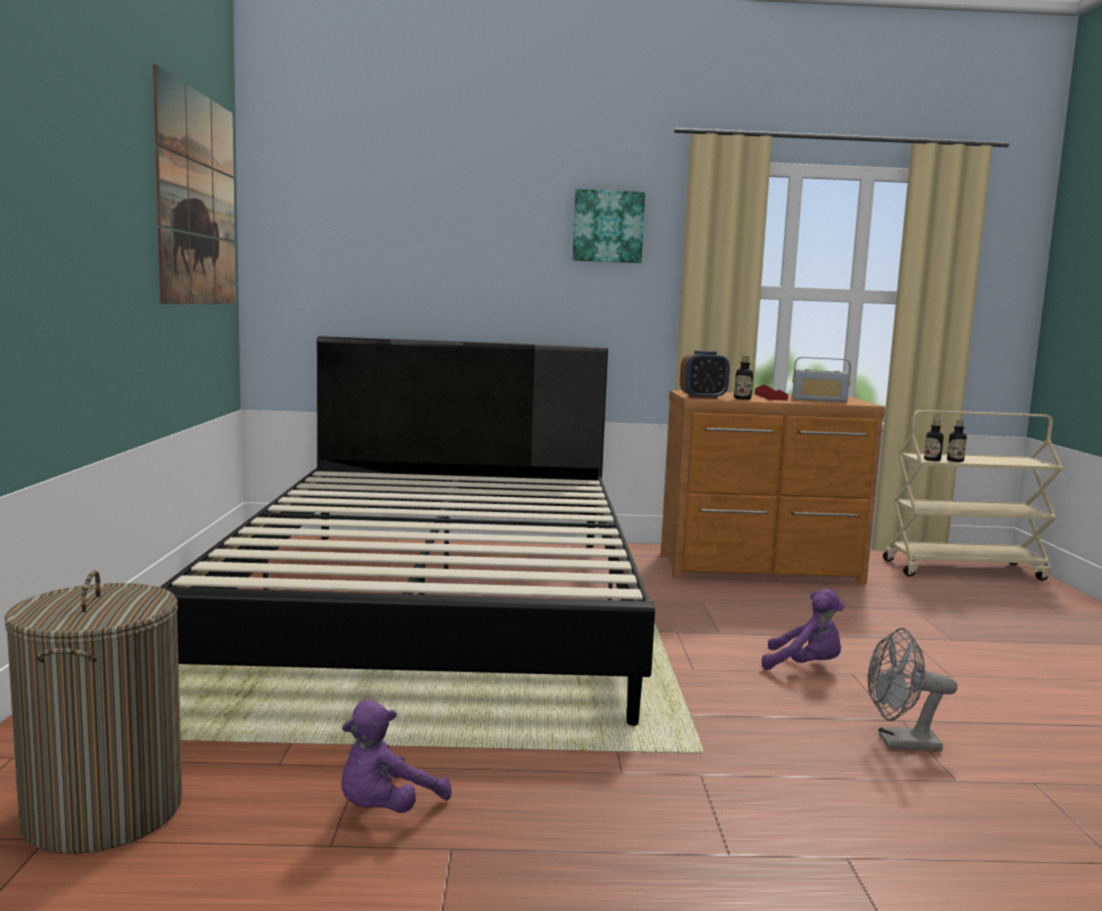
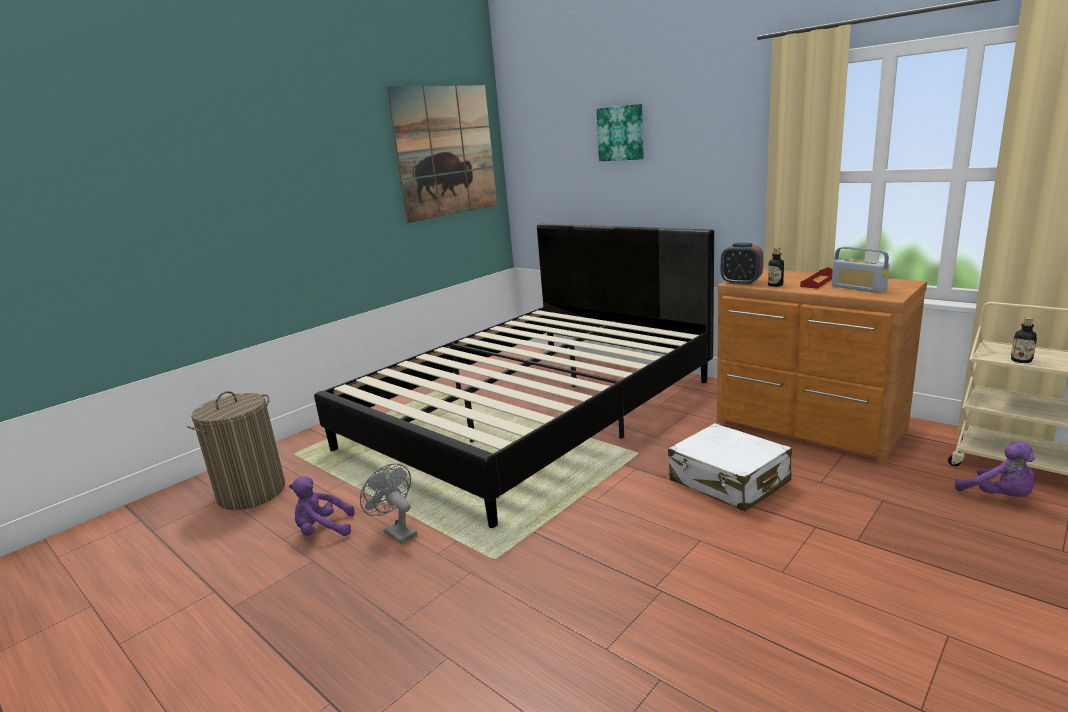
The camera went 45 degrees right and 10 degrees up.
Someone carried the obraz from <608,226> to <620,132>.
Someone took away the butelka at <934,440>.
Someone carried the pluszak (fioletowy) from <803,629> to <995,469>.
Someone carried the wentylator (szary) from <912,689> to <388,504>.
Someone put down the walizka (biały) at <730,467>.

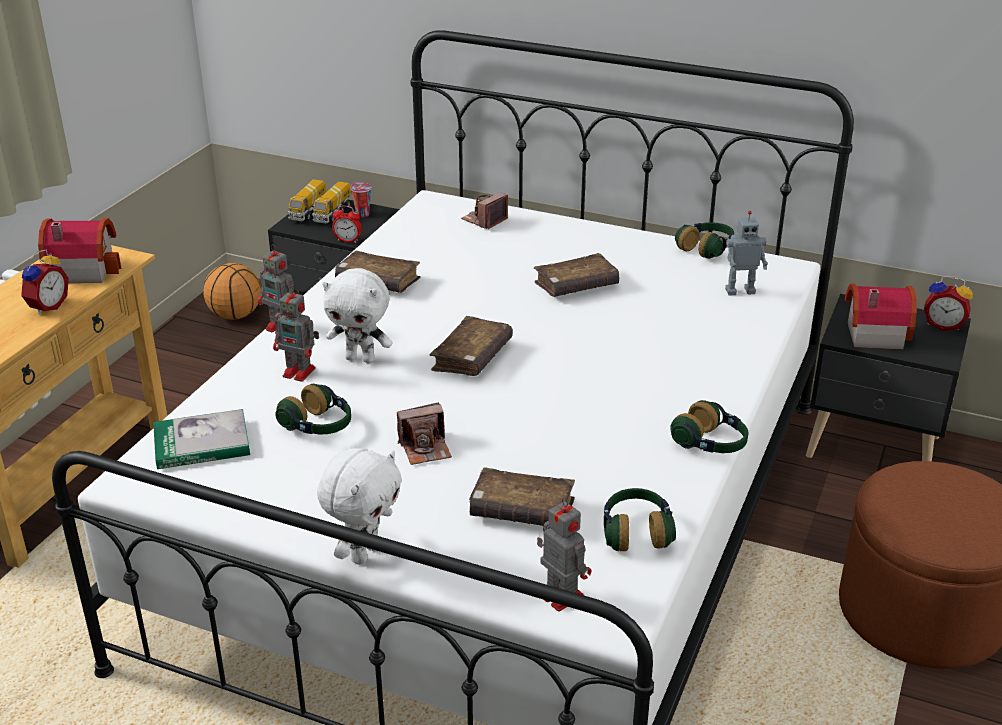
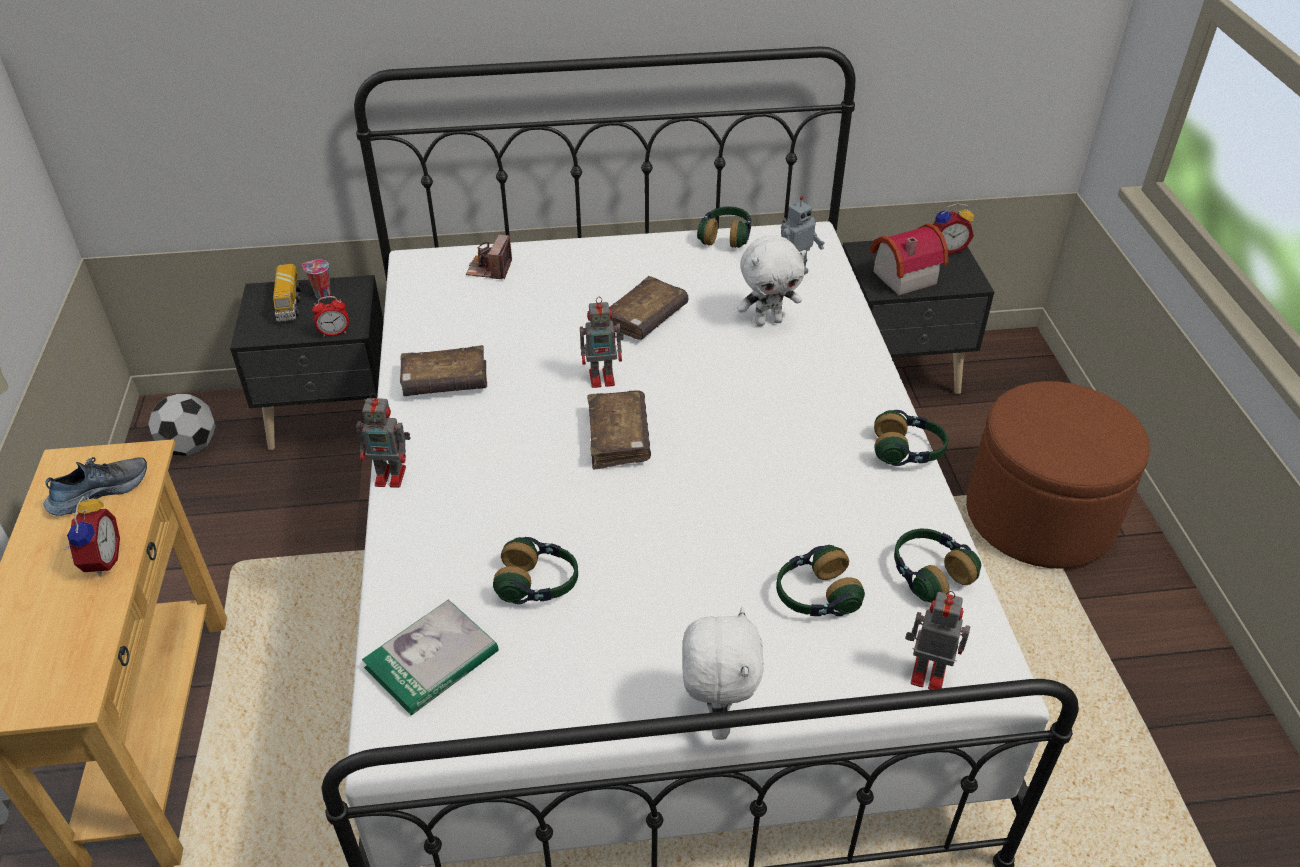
The camera went 30 degrees left and 10 degrees up.
Someone took away the ciężarówka zabawkowa at <307,200>.
Someone swapped the domek at <79,250> for the but at <95,486>.
Someone swapped the piłka do koszykówki at <232,291> for the piłka futbolowa at <182,425>.
Someone carried the pluszak (biały) from <357,315> to <771,280>.
Someone carried the robot zabawkowy from <296,334> to <602,342>.
Someone took away the aparat fotograficzny at <424,433>.
Someone swapped the książka (brązowy) at <522,496> for the słuchawki at <820,580>.

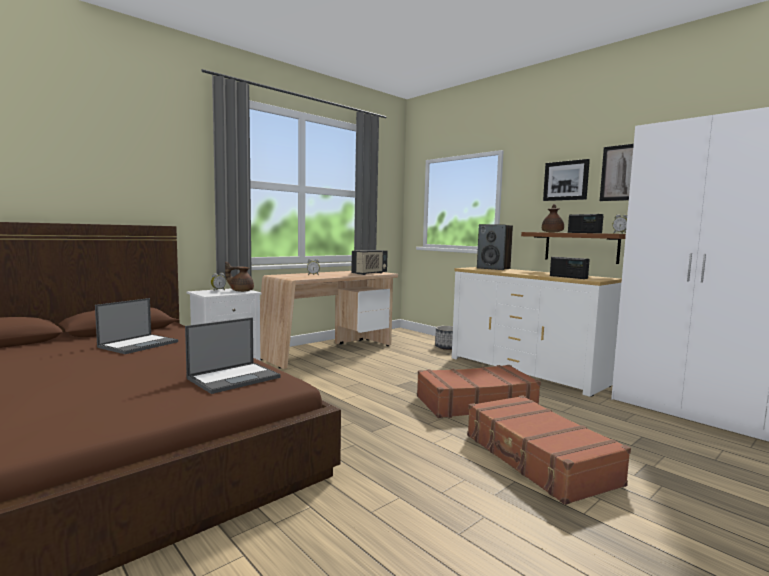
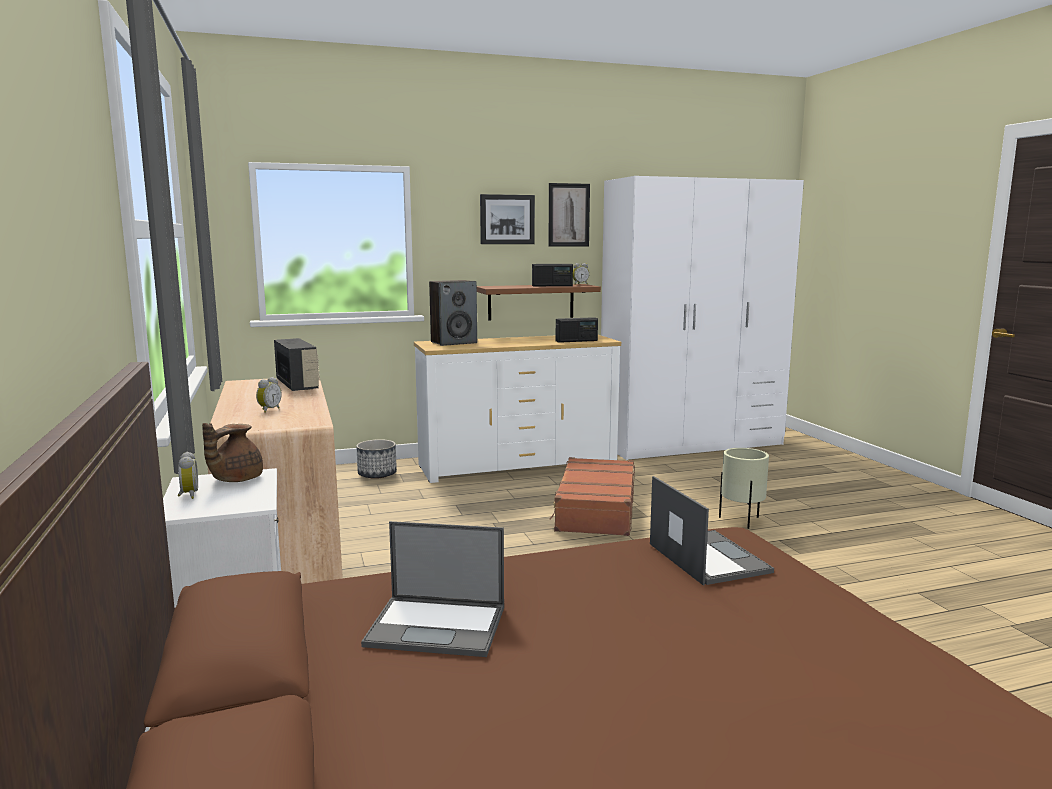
The camera went 65 degrees left and 5 degrees up.
Someone took away the imbryk (brązowy) at <553,218>.
Someone rotated the laptop at <136,326> by 135 degrees clockwise.
Someone swapped the walizka (brązowy) at <549,450> for the donica (beżowy) at <744,488>.

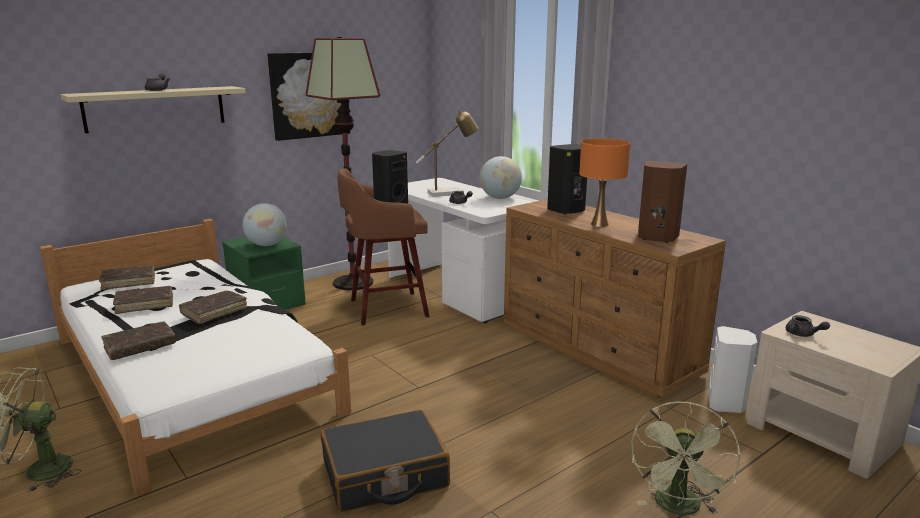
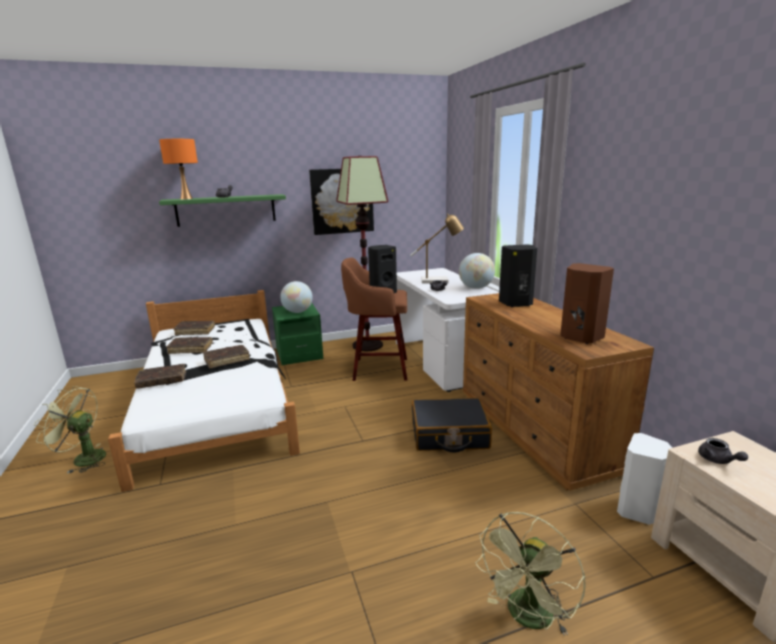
The camera went 20 degrees right and 0 degrees up.
Someone repainted the półka (beżowy) at <153,109>, which became the półka (zielony) at <222,210>.
Someone carried the lampa stołowa (pomarańczowy) from <604,182> to <178,169>.
Someone carried the walizka (czarny) from <385,461> to <452,425>.

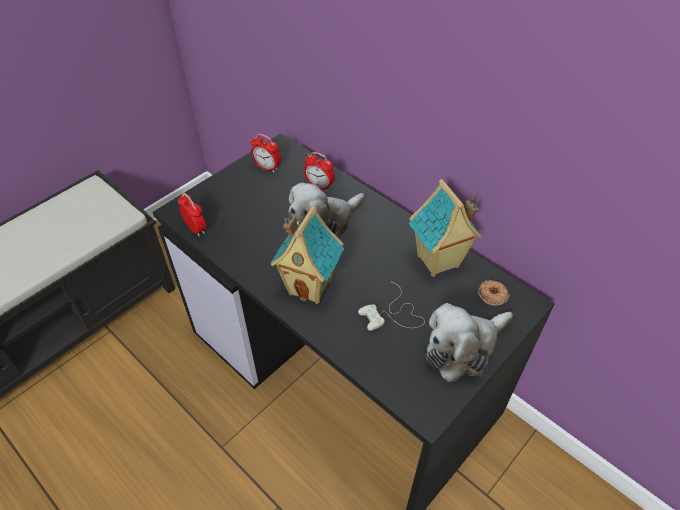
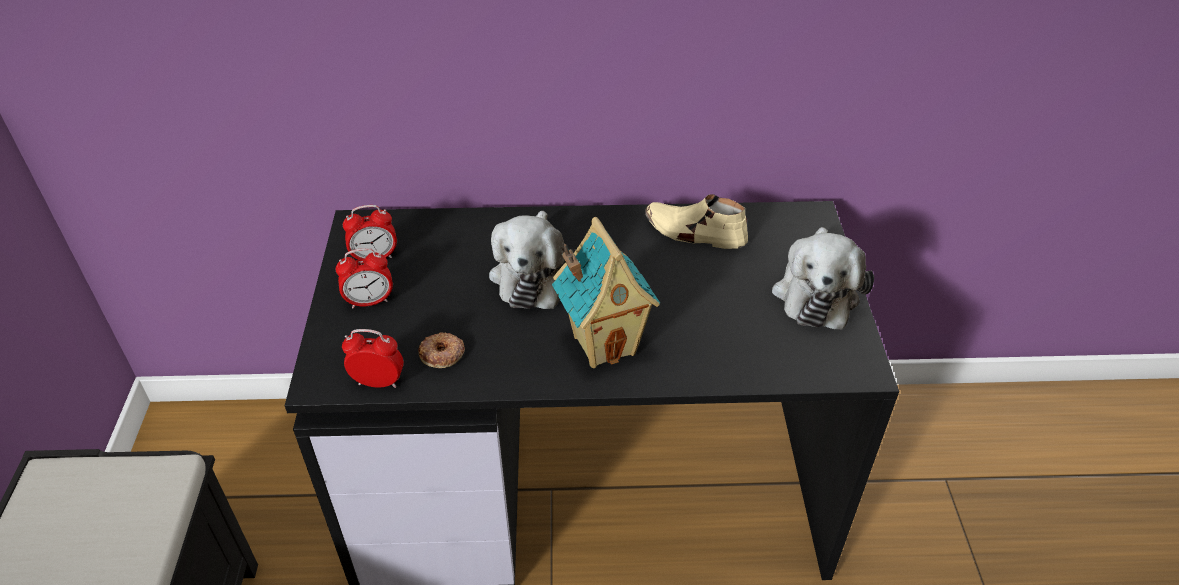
The camera went 45 degrees left and 5 degrees down.
Someone carried the budzik from <319,171> to <364,278>.
Someone swapped the domek at <445,228> for the but (beżowy) at <696,221>.
Someone carried the donut from <494,292> to <441,350>.
Someone took away the pad do gier (biały) at <391,306>.

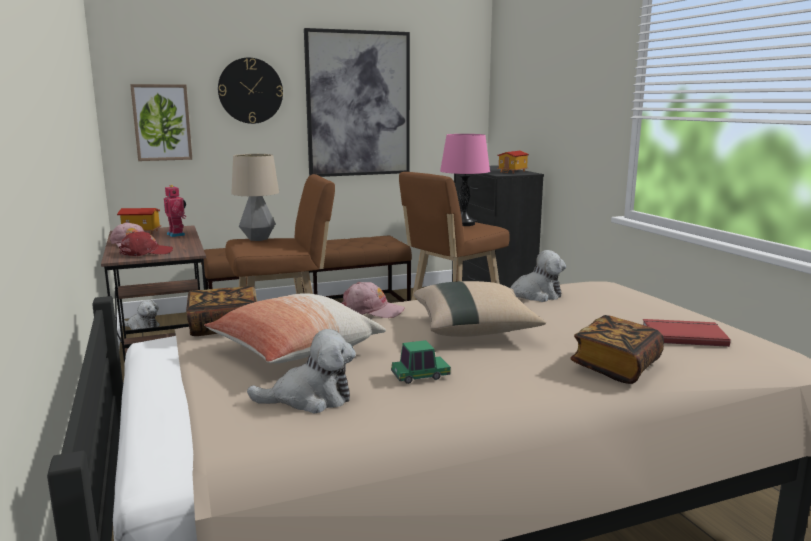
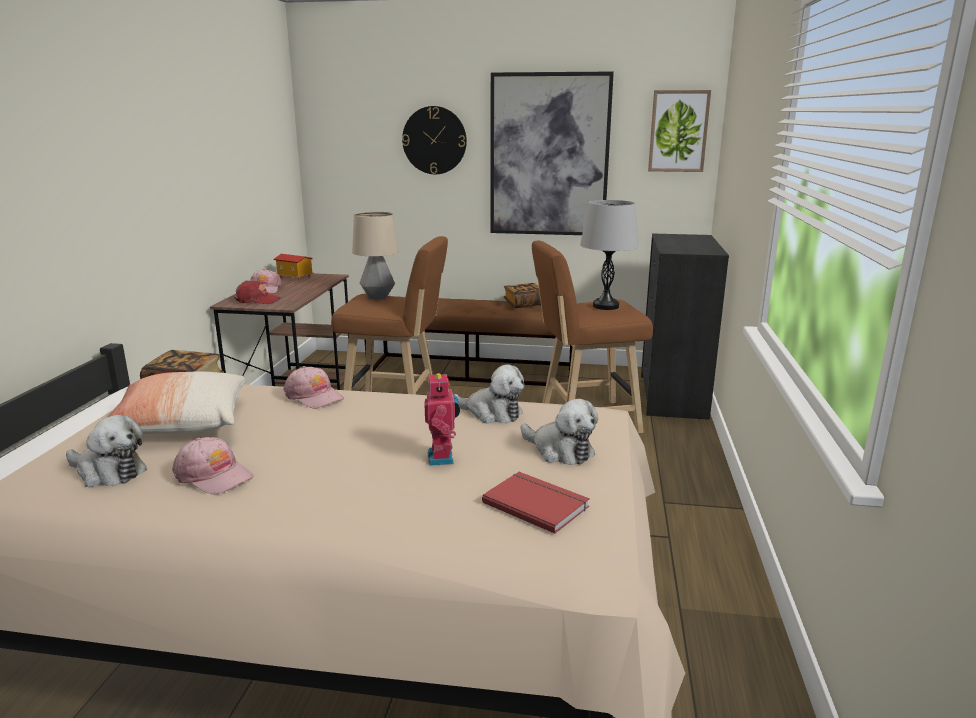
The camera went 30 degrees right and 5 degrees up.
Someone carried the obraz from <161,122> to <679,131>.
Someone repainted the lampa stołowa (różowy) at <465,180>, which became the lampa stołowa (szary) at <609,255>.
Someone took away the domek at <513,162>.
Someone carried the robot zabawkowy from <175,211> to <442,418>.
Someone took away the poduszka (beżowy) at <480,309>.
Someone carried the pluszak from <140,314> to <559,432>.
Someone carried the książka from <617,349> to <522,295>.
Someone swapped the samochodzik at <421,362> for the czapka z daszkiem (różowy) at <213,465>.

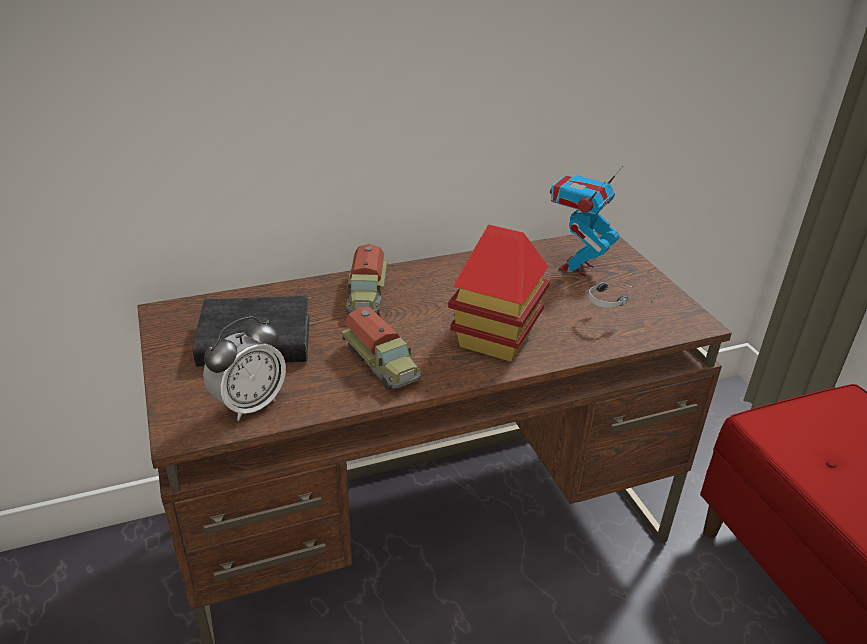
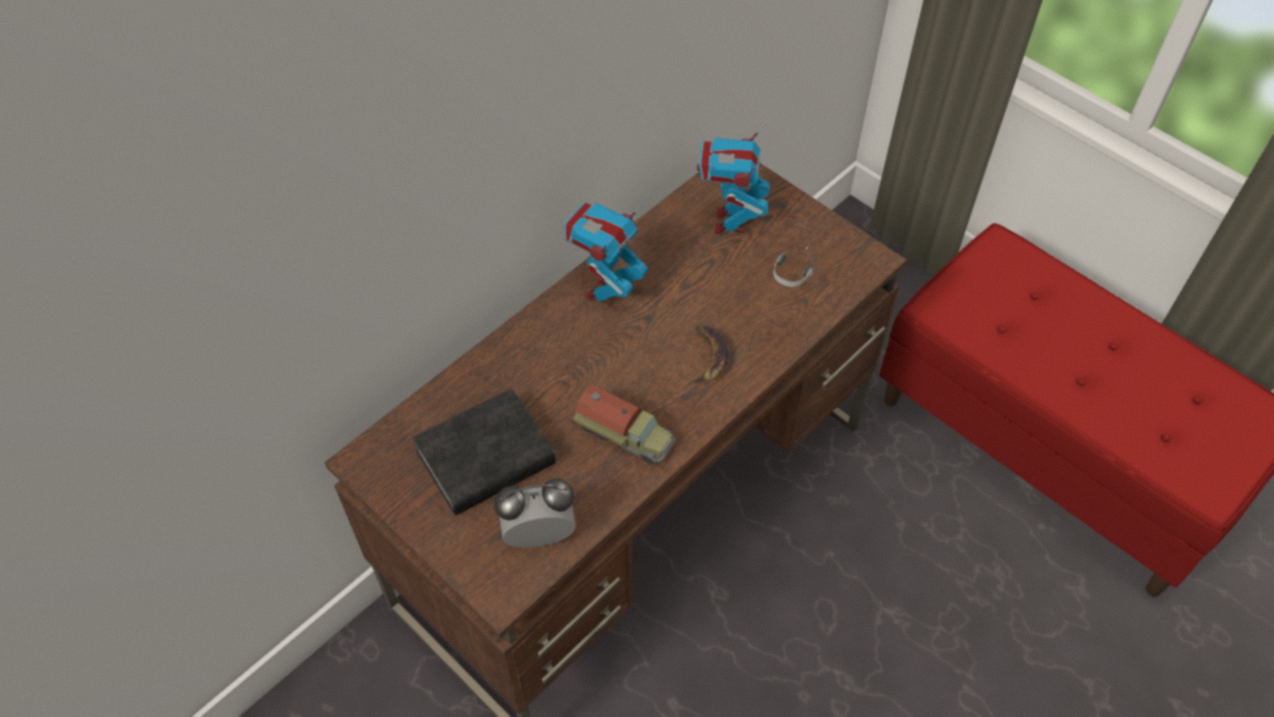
The camera went 25 degrees left and 20 degrees up.
Someone swapped the domek at <499,293> for the banan at <709,355>.
Someone took away the ciężarówka zabawkowa at <366,279>.
Someone rotated the budzik at <244,368> by 120 degrees counterclockwise.
Someone put down the robot zabawkowy at <606,255>.

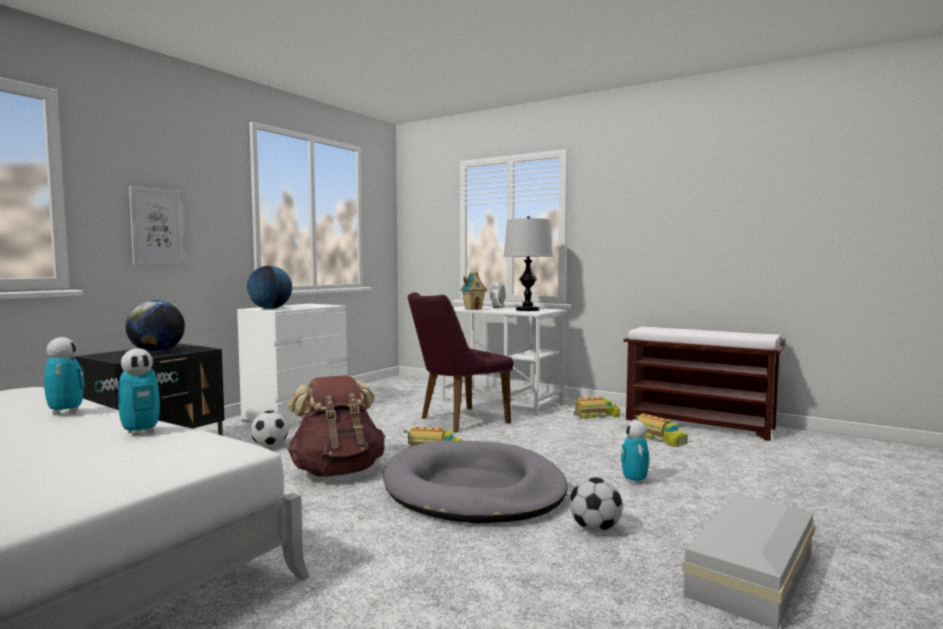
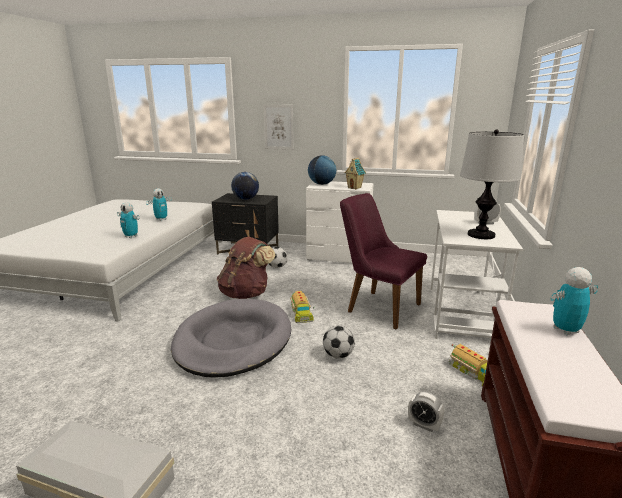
The camera went 70 degrees right and 15 degrees up.
Someone carried the domek from <473,291> to <355,173>.
Someone swapped the ciężarówka zabawkowa at <661,430> for the budzik at <426,412>.
Someone carried the robot zabawkowy from <635,452> to <574,301>.
Someone carried the piłka futbolowa from <596,504> to <339,342>.

